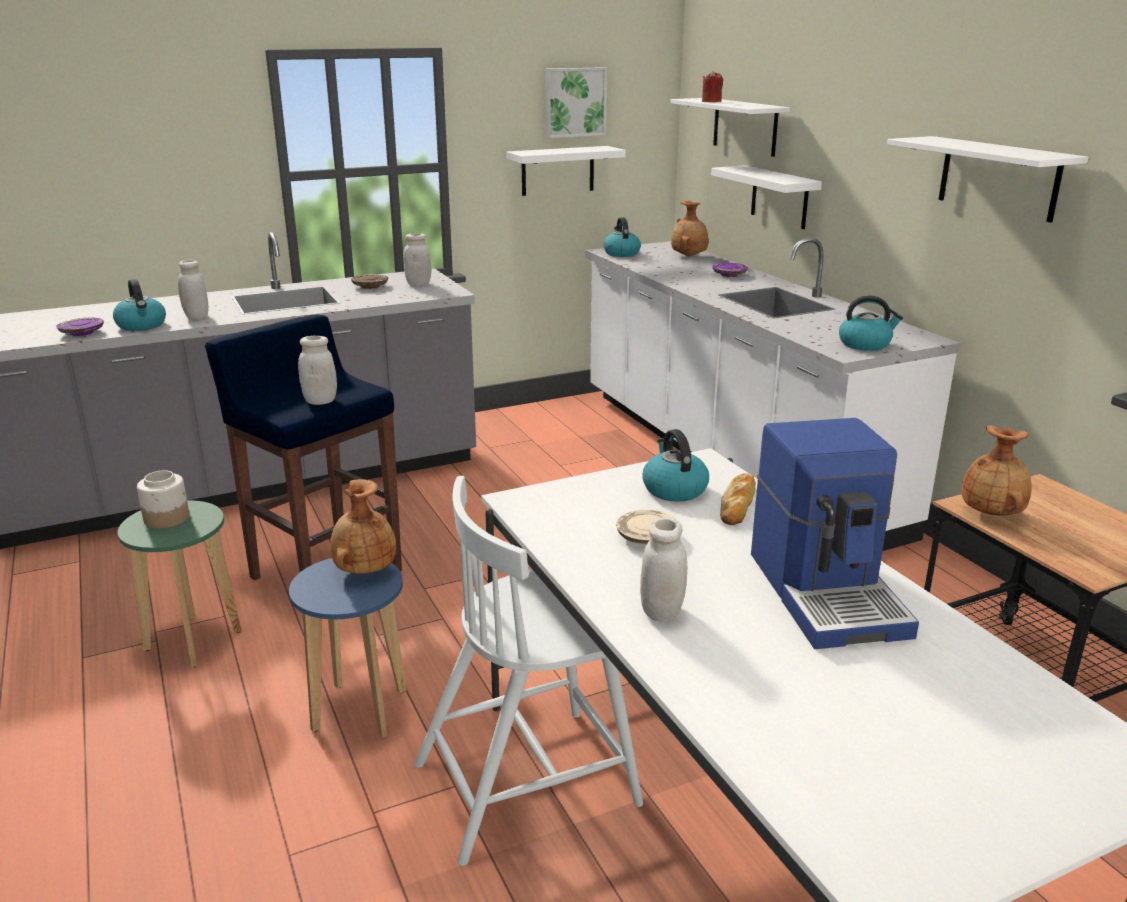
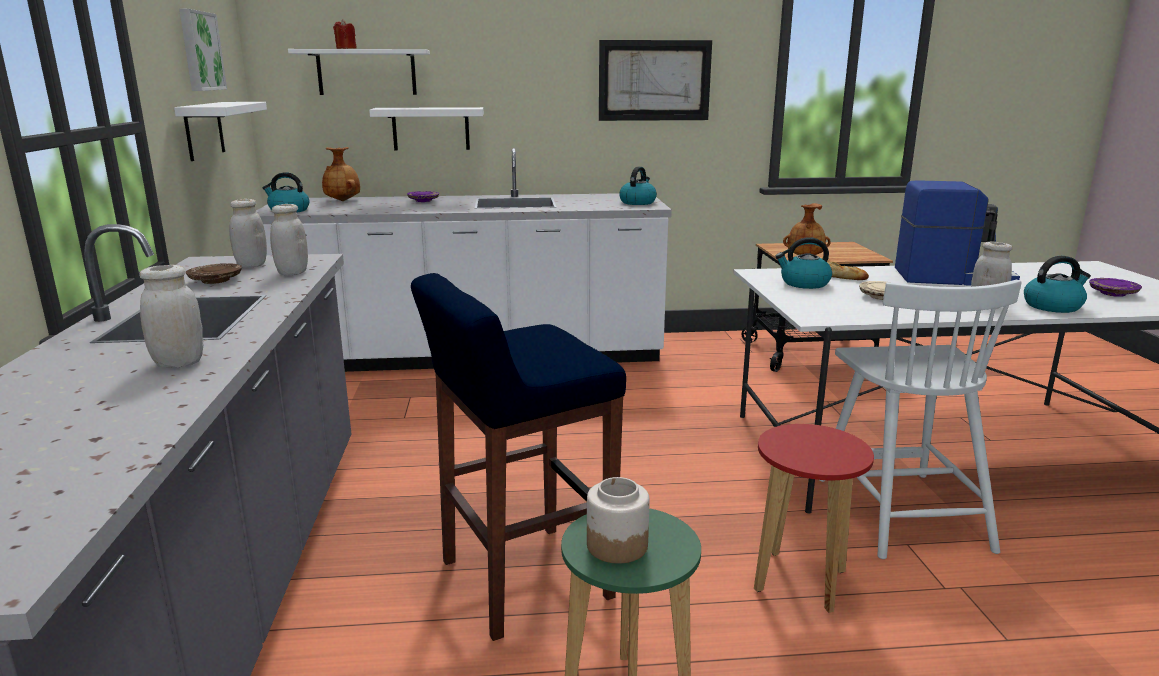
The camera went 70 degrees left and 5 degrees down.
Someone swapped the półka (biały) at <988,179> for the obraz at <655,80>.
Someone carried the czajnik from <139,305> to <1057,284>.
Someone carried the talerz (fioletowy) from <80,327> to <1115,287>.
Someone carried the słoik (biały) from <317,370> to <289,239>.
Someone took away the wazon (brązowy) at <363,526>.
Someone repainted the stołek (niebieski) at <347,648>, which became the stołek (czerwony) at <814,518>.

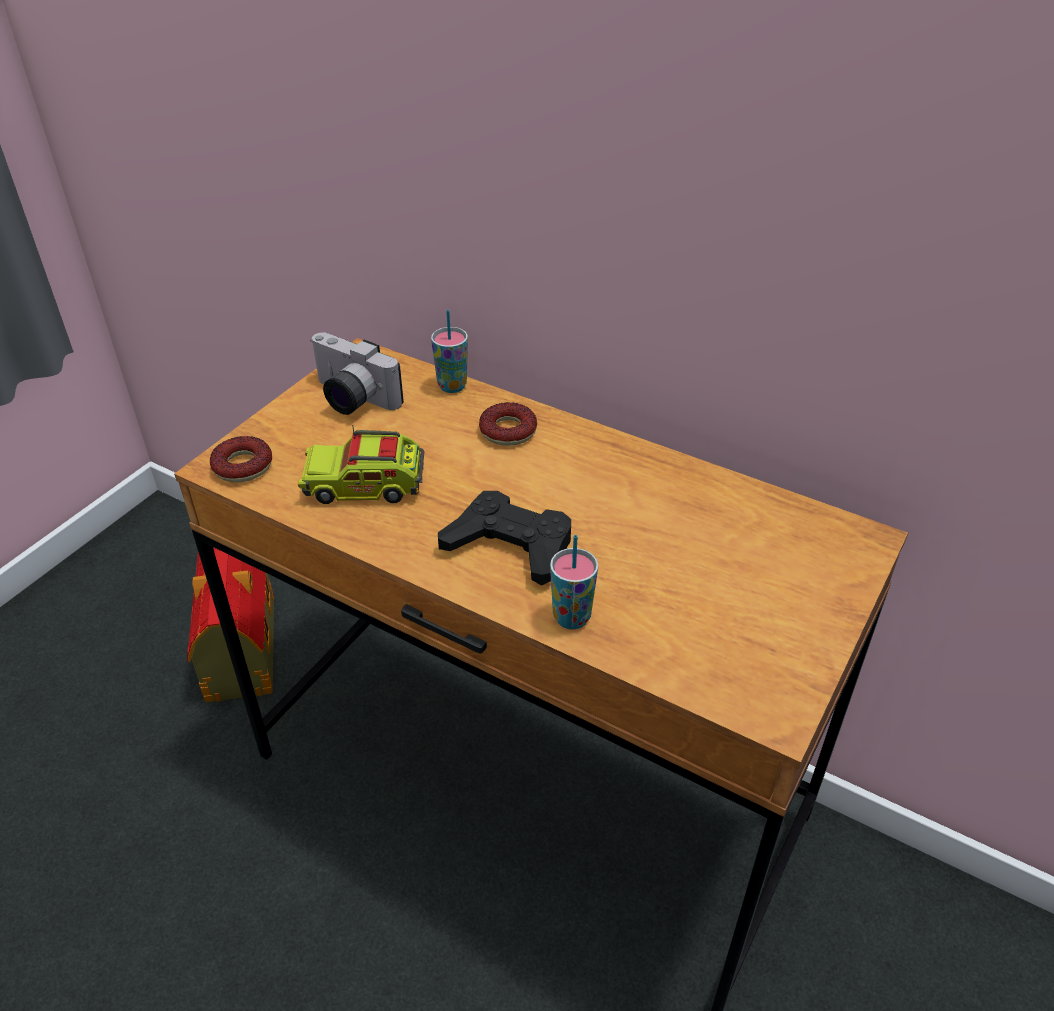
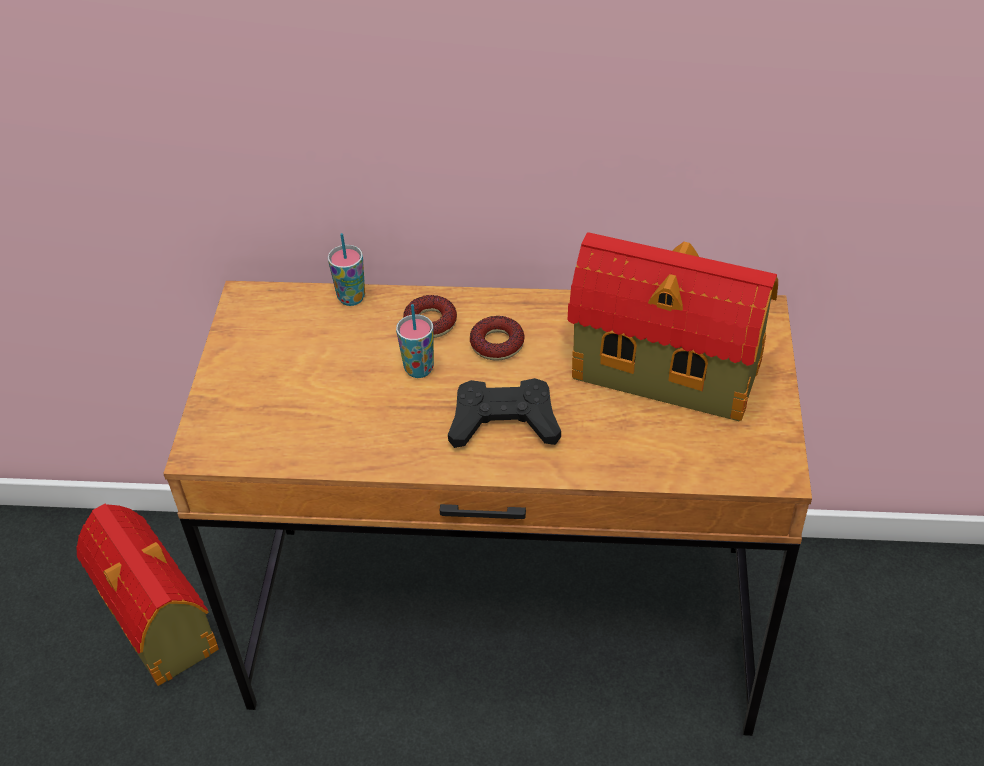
The camera went 25 degrees left and 5 degrees up.
Someone took away the aparat fotograficzny at <357,373>.
Someone took away the ciężarówka zabawkowa at <361,464>.
Someone carried the donut from <241,459> to <497,338>.
Someone carried the filiżanka from <574,582> to <415,341>.
Someone put down the domek at <673,326>.

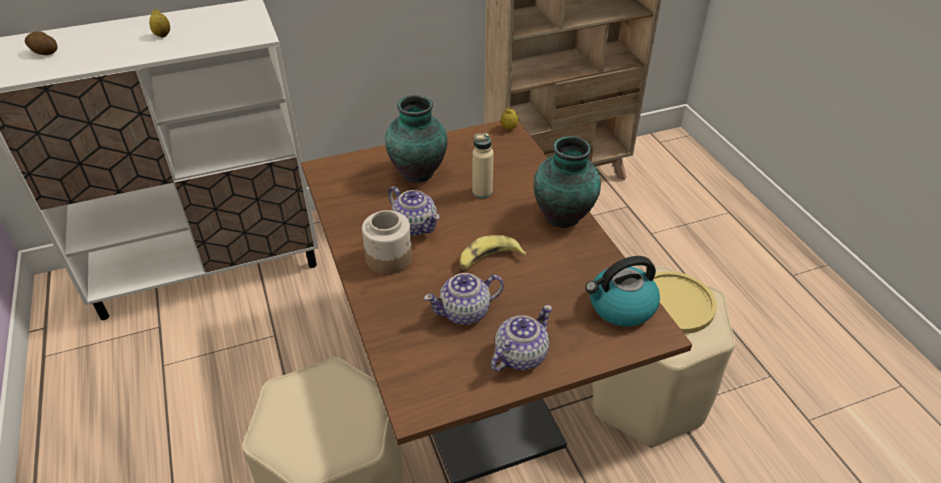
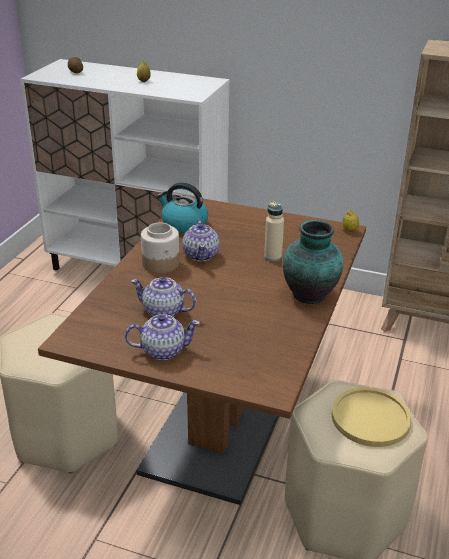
The camera went 40 degrees right and 10 degrees down.
Someone took away the wazon at <416,139>.
Someone took away the banan at <493,252>.
Someone carried the czajnik from <622,291> to <182,208>.

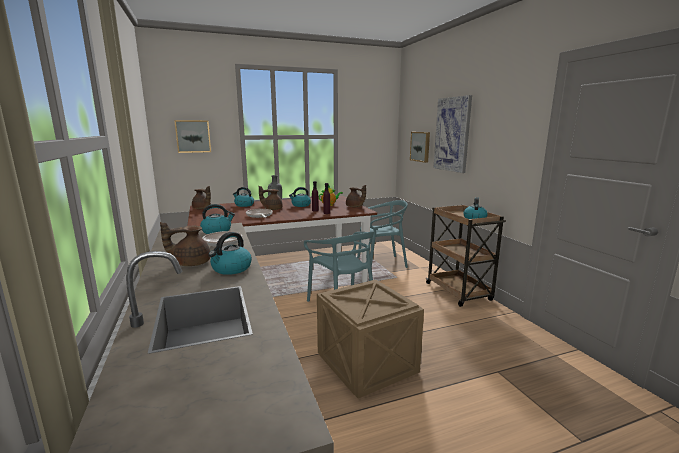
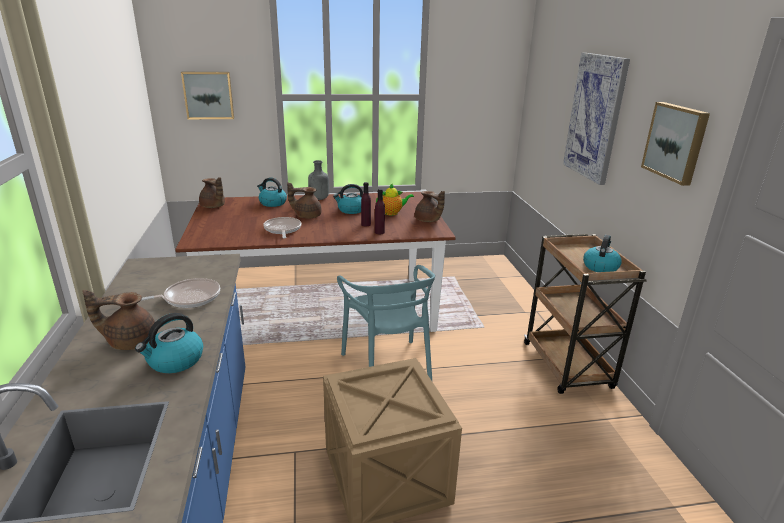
The camera went 10 degrees right and 10 degrees up.
Someone carried the obraz from <420,147> to <675,144>.
Someone took away the krzesło (turkusowy) at <382,234>.
Someone took away the czajnik at <217,219>.

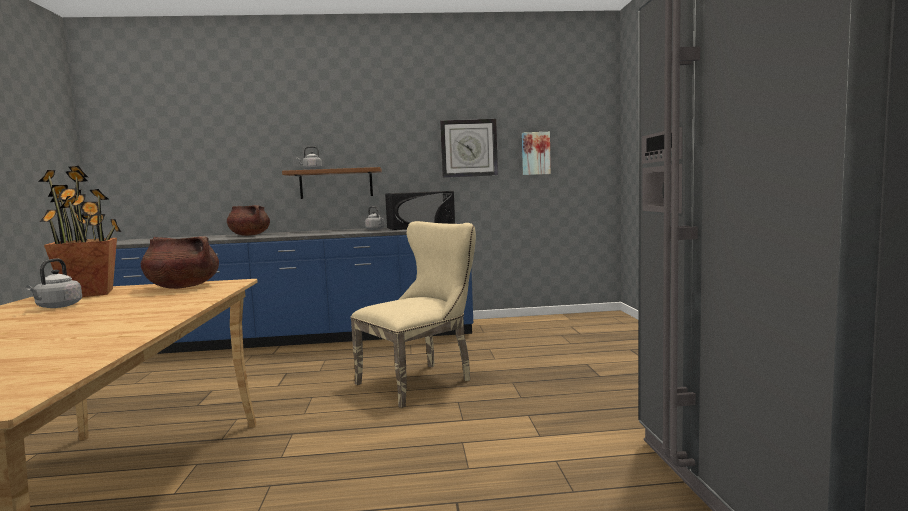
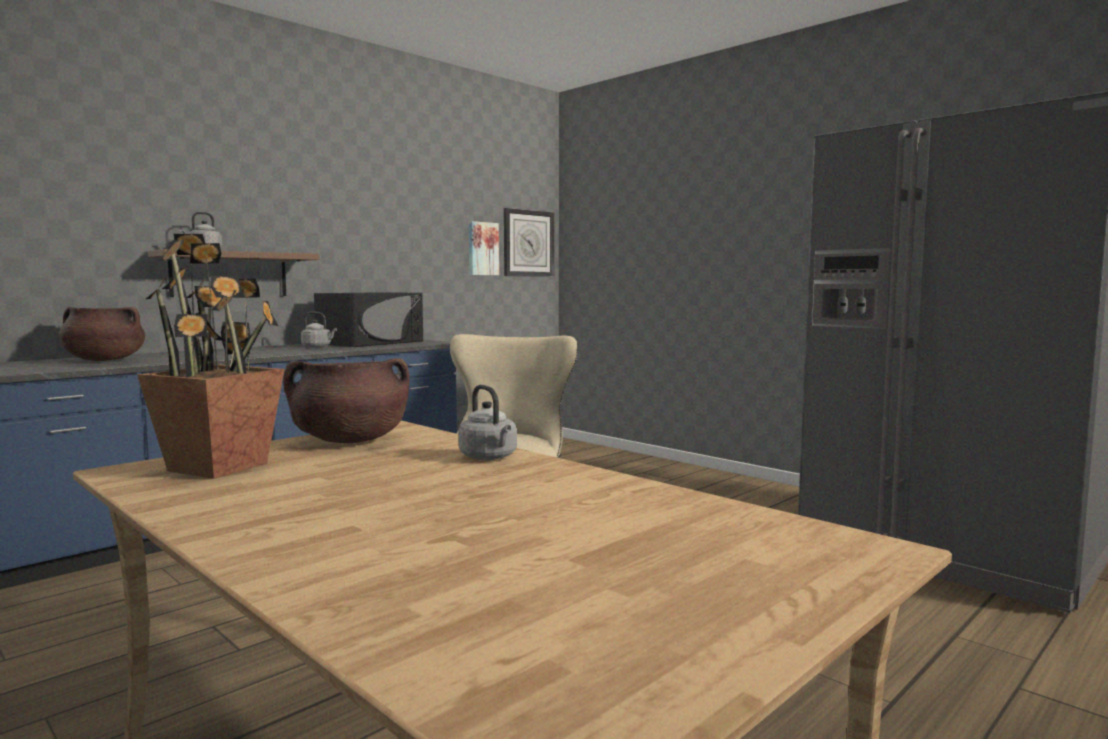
The camera went 40 degrees left and 0 degrees up.
Someone carried the zegar ścienny from <469,148> to <529,242>.
Someone carried the czajnik (szary) from <54,283> to <488,422>.

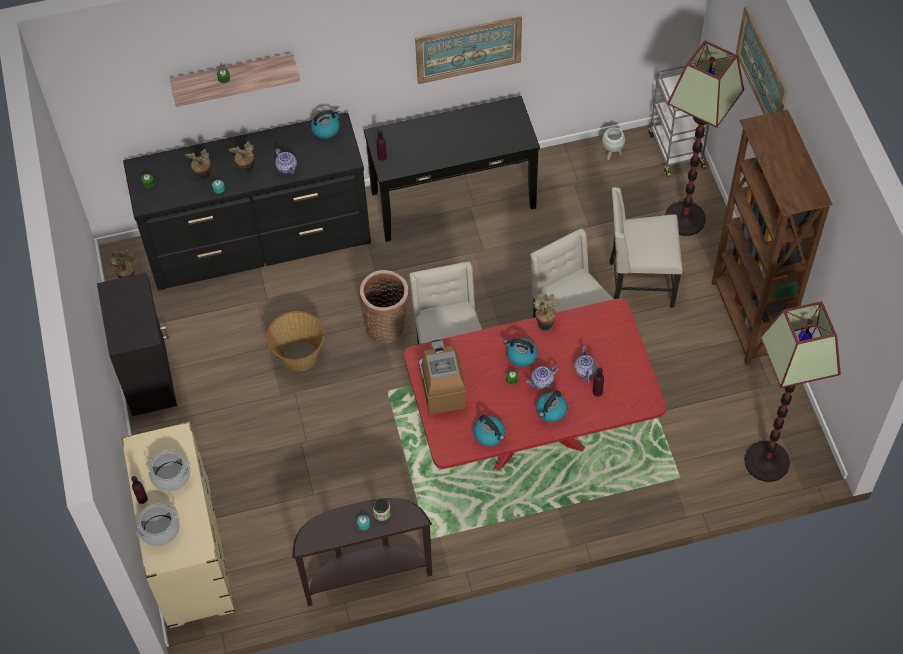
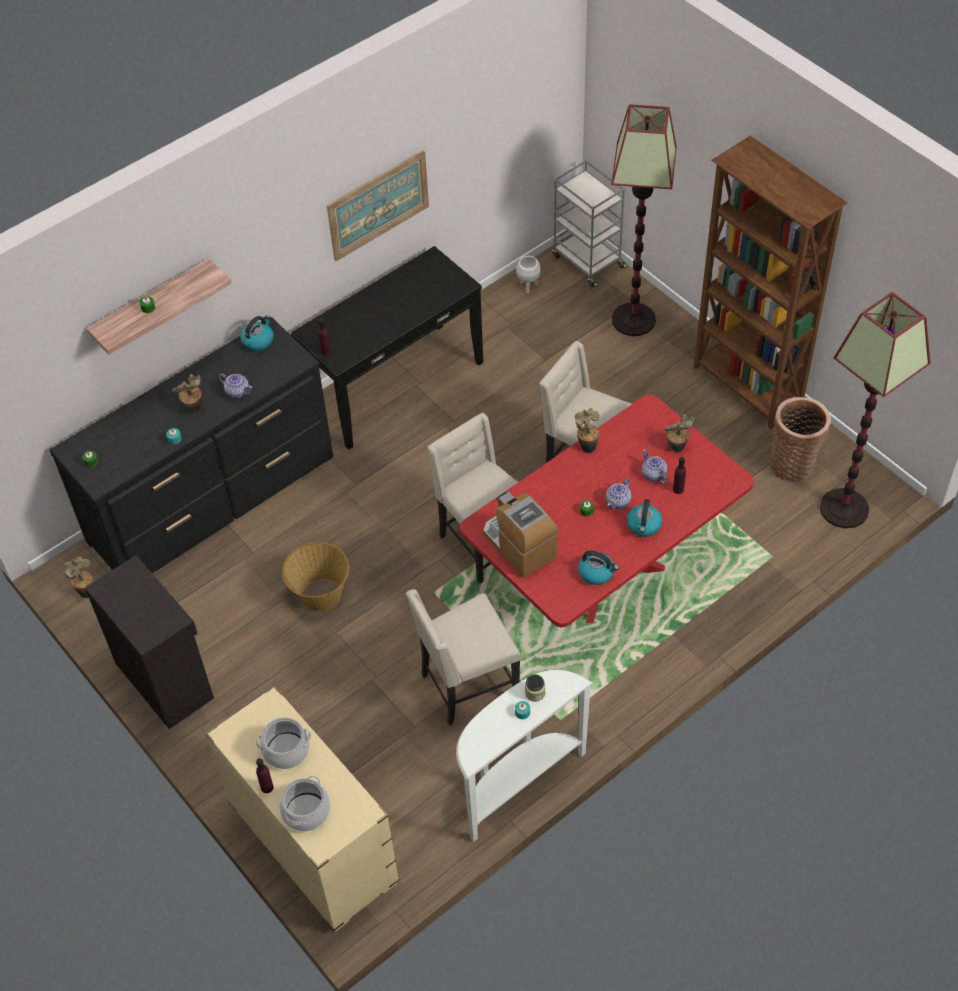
The camera went 25 degrees left and 5 degrees down.
Someone took away the obraz at <761,60>.
Someone carried the roślina doniczkowa from <198,164> to <678,433>.
Someone carried the krzesło (beżowy) from <645,247> to <463,657>.
Someone carried the koszyk from <384,306> to <800,440>.
Someone took away the czajnik at <520,352>.
Someone repainted the stolik konsolowy (brązowy) at <362,552>, which became the stolik konsolowy (biały) at <524,756>.

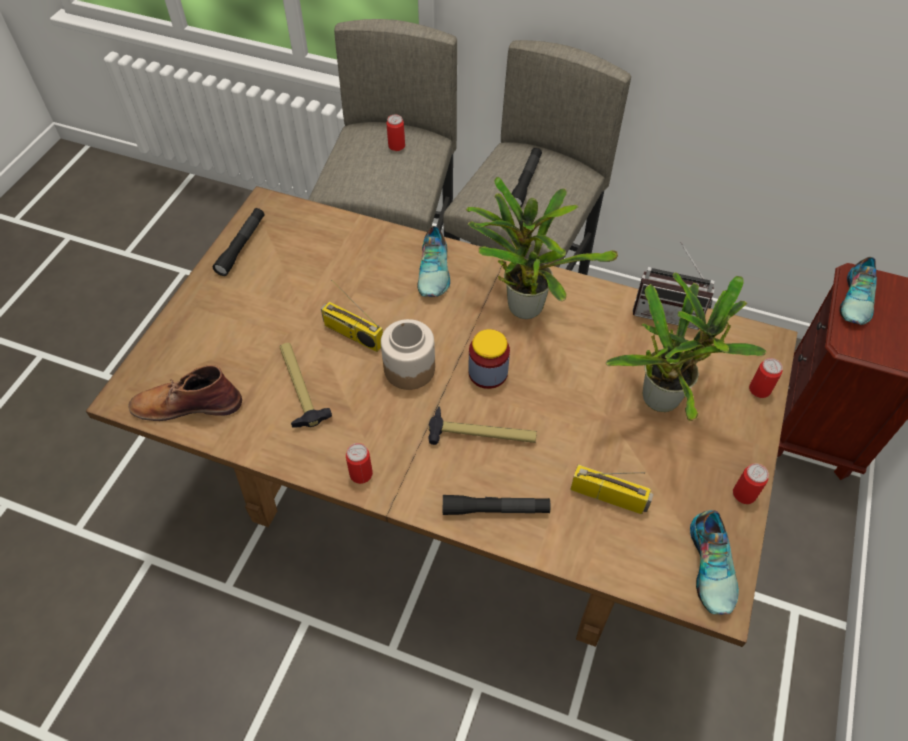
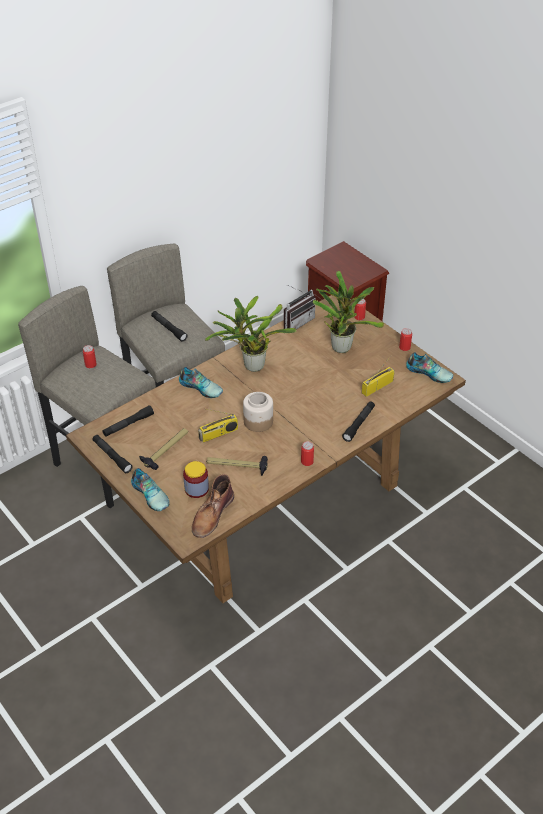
The camera went 60 degrees left and 10 degrees down.
Someone carried the but from <858,291> to <150,489>.
Someone carried the słoik from <489,359> to <196,479>.
Someone carried the młotek from <482,425> to <163,449>.
Someone put down the latarka (czarny) at <128,421>.

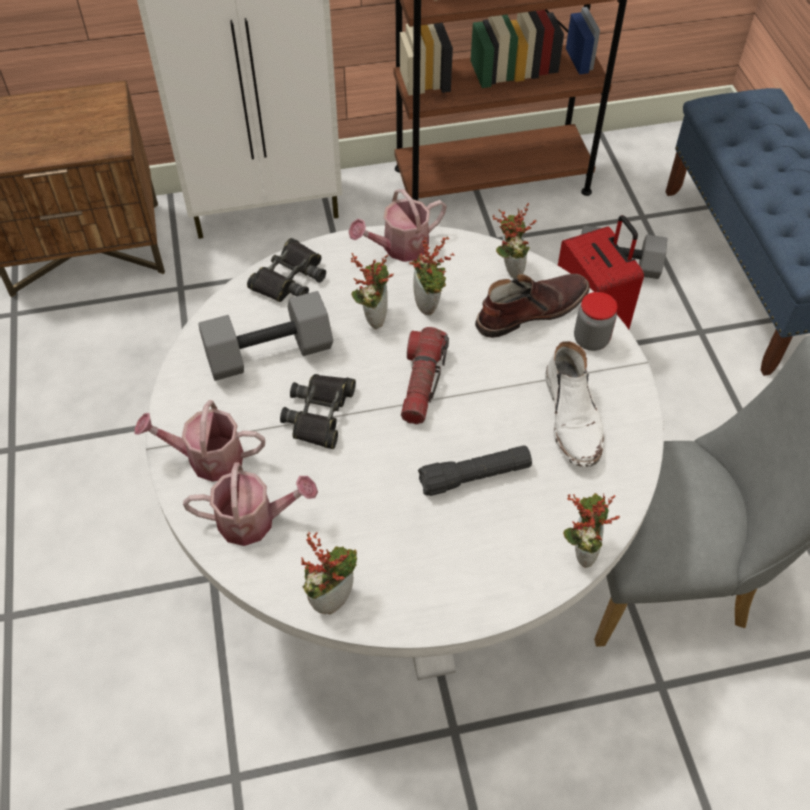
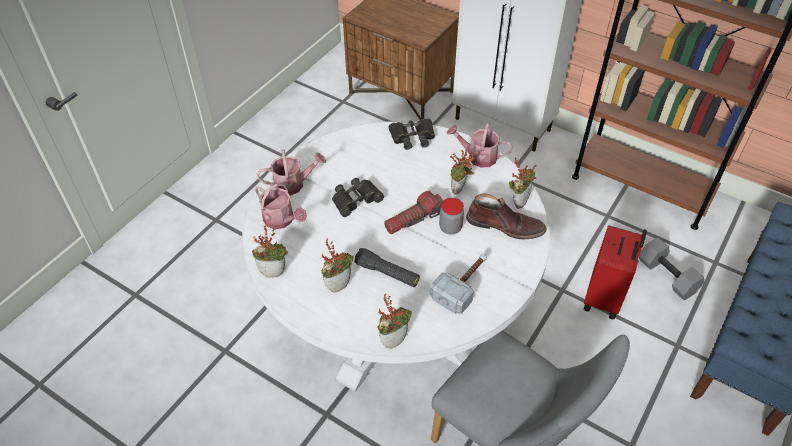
The camera went 45 degrees right and 5 degrees down.
Someone carried the roślina doniczkowa from <372,291> to <337,266>.
Someone took away the hantel (szary) at <265,336>.
Someone carried the słoik from <595,321> to <451,216>.
Someone swapped the but z cholewką (biały) at <574,404> for the młotek at <458,284>.
Someone rotated the konewka at <199,441> by 120 degrees clockwise.

